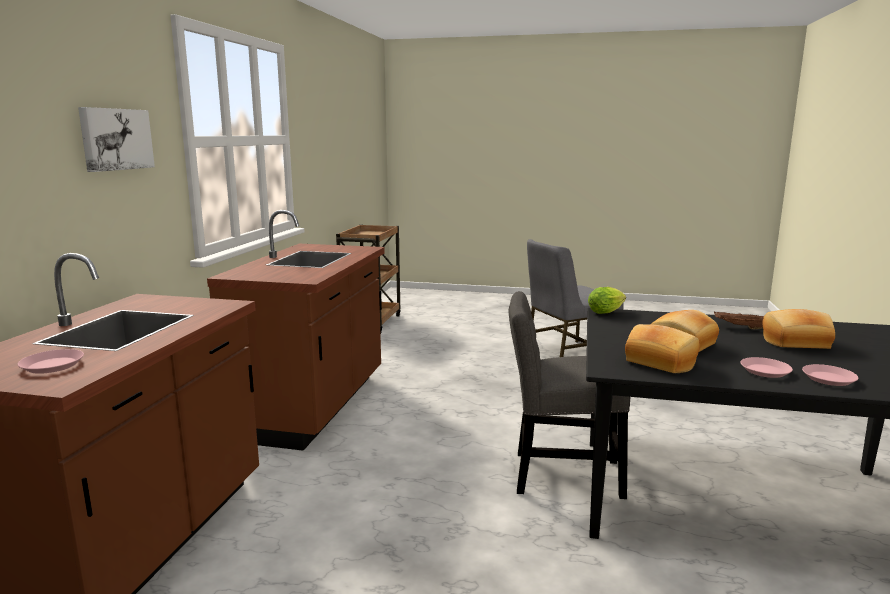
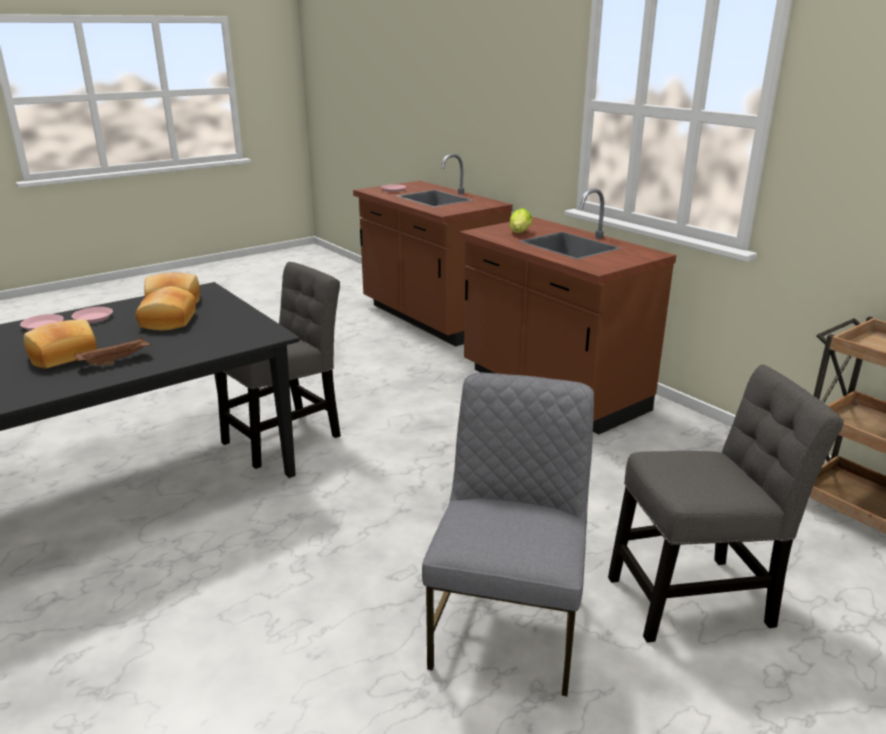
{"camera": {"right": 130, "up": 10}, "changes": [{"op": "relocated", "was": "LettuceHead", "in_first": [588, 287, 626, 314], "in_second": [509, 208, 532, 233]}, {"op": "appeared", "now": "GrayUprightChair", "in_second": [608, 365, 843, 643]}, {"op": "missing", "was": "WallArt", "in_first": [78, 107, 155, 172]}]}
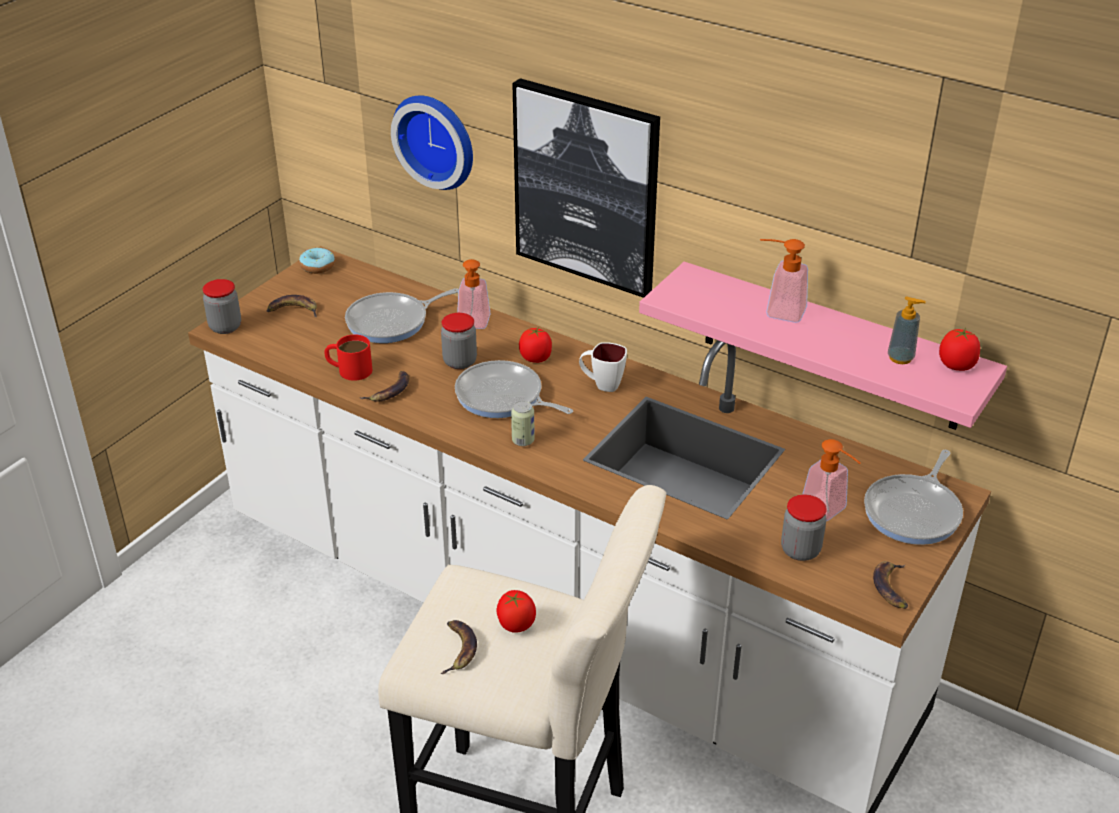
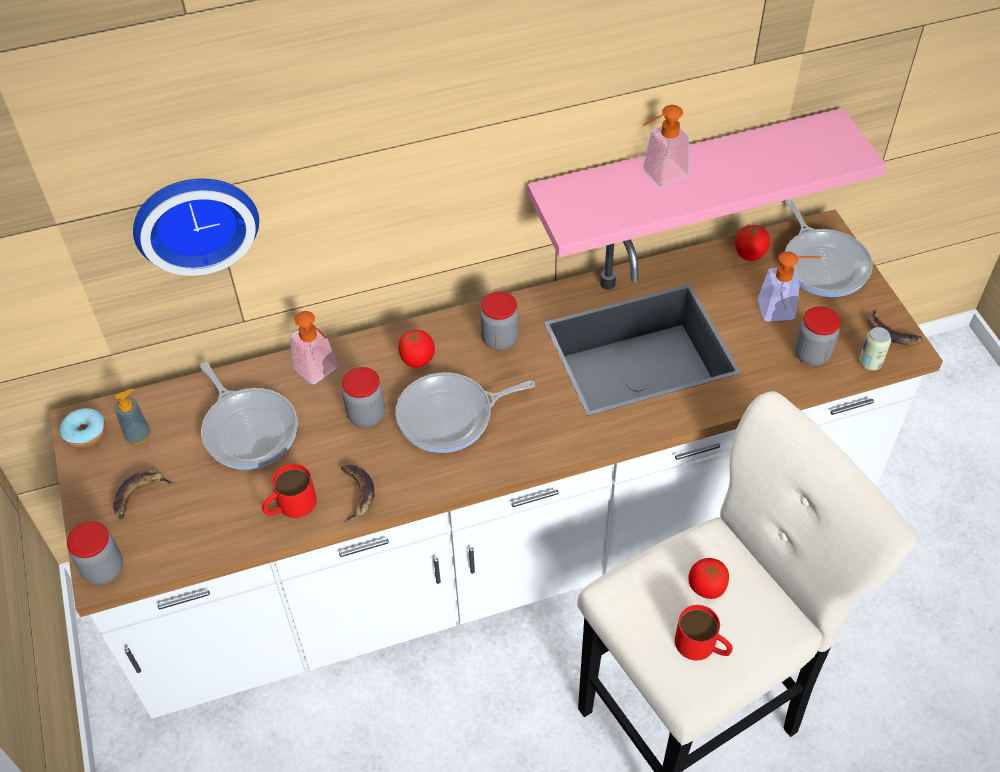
{"camera": {"right": -50, "up": 15}, "changes": [{"op": "relocated", "was": "SoapDispenser", "in_first": [888, 297, 926, 364], "in_second": [115, 389, 150, 444]}, {"op": "spun", "was": "FryingPan", "in_first": [345, 288, 459, 343], "in_second": [200, 362, 298, 470], "clockwise": -45}, {"op": "exchanged", "was": "WhitishTeaMug", "now": "PreserveJar", "in_first": [579, 342, 627, 392], "in_second": [480, 292, 518, 350]}, {"op": "exchanged", "was": "WholeBanana", "now": "RedTeaMug", "in_first": [440, 620, 477, 674], "in_second": [675, 605, 733, 660]}, {"op": "relocated", "was": "Tomato", "in_first": [939, 328, 980, 371], "in_second": [735, 225, 770, 261]}, {"op": "relocated", "was": "Can", "in_first": [511, 401, 535, 446], "in_second": [859, 327, 891, 370]}, {"op": "missing", "was": "WallArt", "in_first": [512, 78, 660, 298]}]}
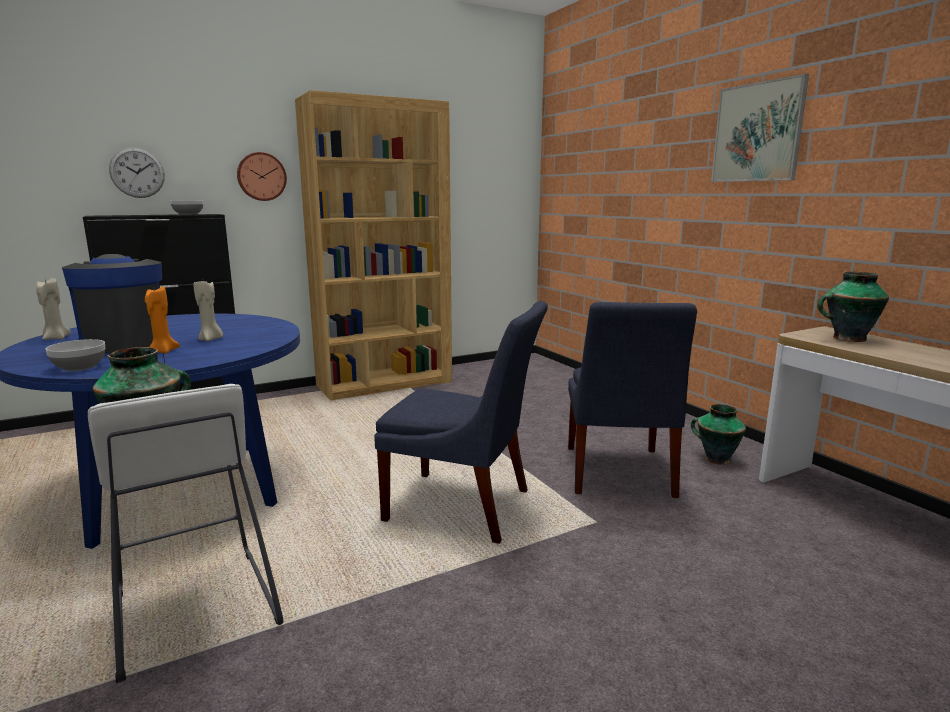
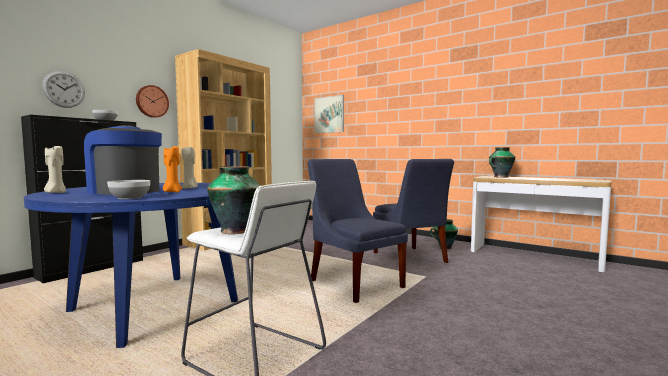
{"camera": {"right": -25, "up": -10}, "changes": [{"op": "spun", "was": "BlueUprightChair", "in_first": [374, 301, 548, 544], "in_second": [307, 159, 408, 303], "clockwise": -120}, {"op": "relocated", "was": "WallArt", "in_first": [711, 74, 809, 182], "in_second": [314, 95, 344, 133]}]}
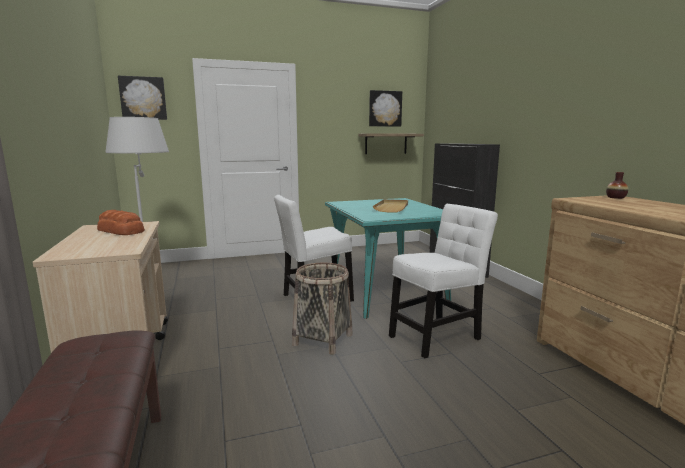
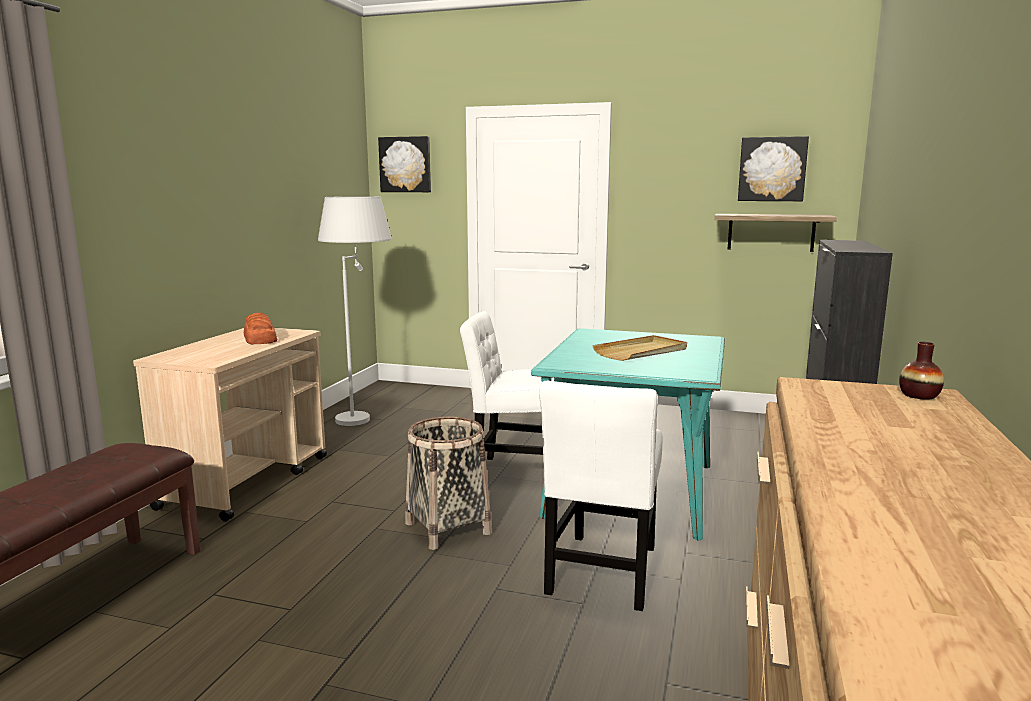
{"camera": {"right": 35, "up": 0}, "changes": [{"op": "spun", "was": "WhitishUprightChair", "in_first": [389, 204, 498, 358], "in_second": [539, 381, 662, 611], "clockwise": 105}]}
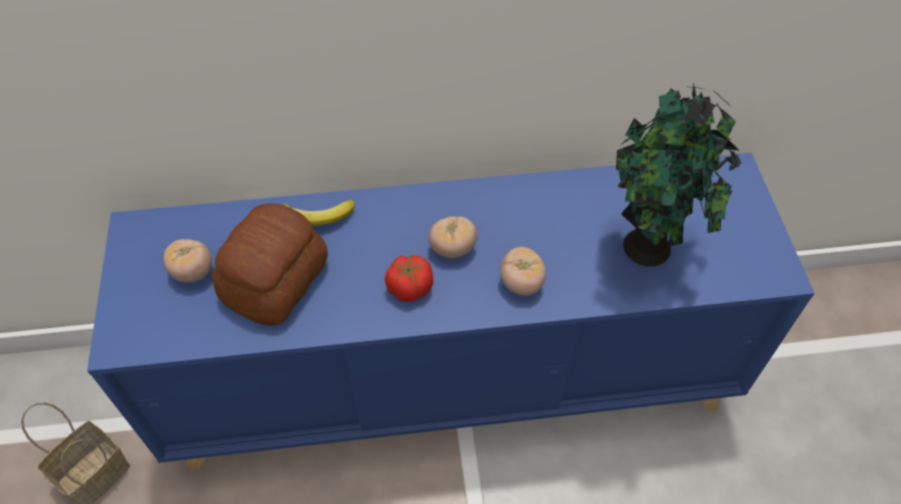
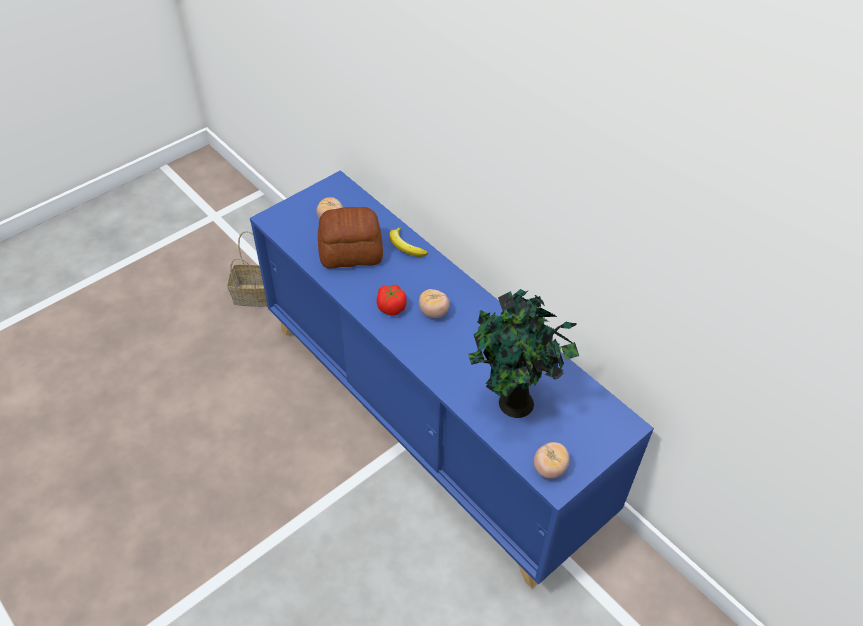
{"camera": {"right": 55, "up": -5}, "changes": [{"op": "relocated", "was": "Tomato", "in_first": [500, 247, 546, 296], "in_second": [534, 442, 569, 478]}]}
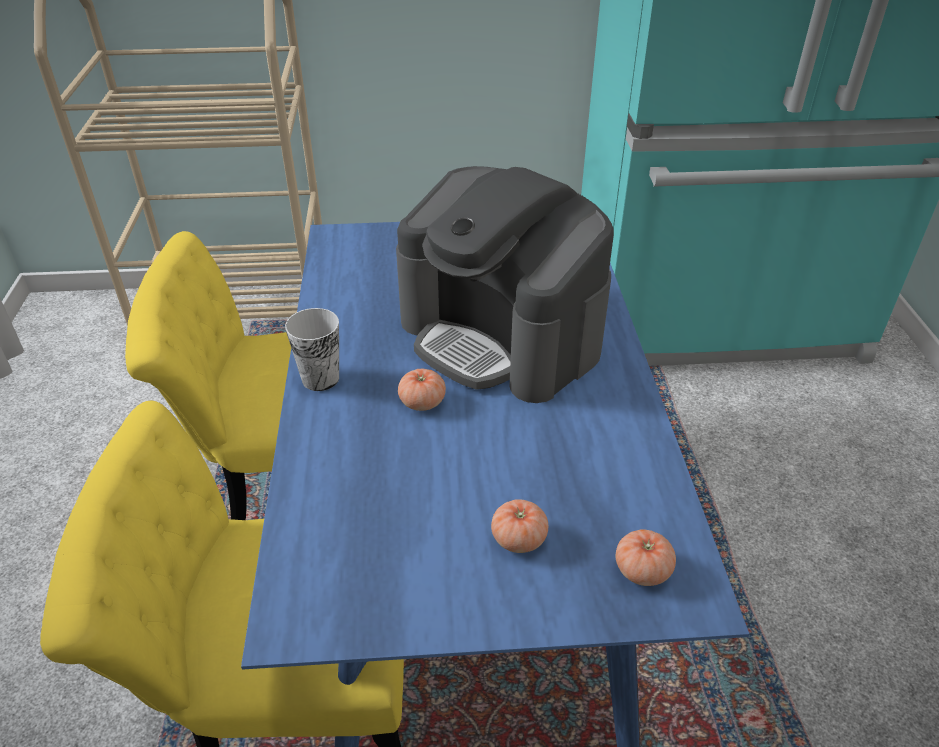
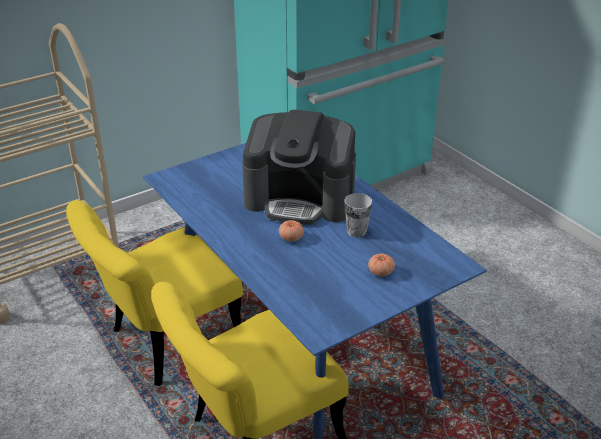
{"camera": {"right": -30, "up": -5}, "changes": [{"op": "relocated", "was": "DrinkingCup", "in_first": [285, 308, 339, 391], "in_second": [344, 193, 372, 237]}, {"op": "missing", "was": "Tomato", "in_first": [616, 529, 676, 586]}]}
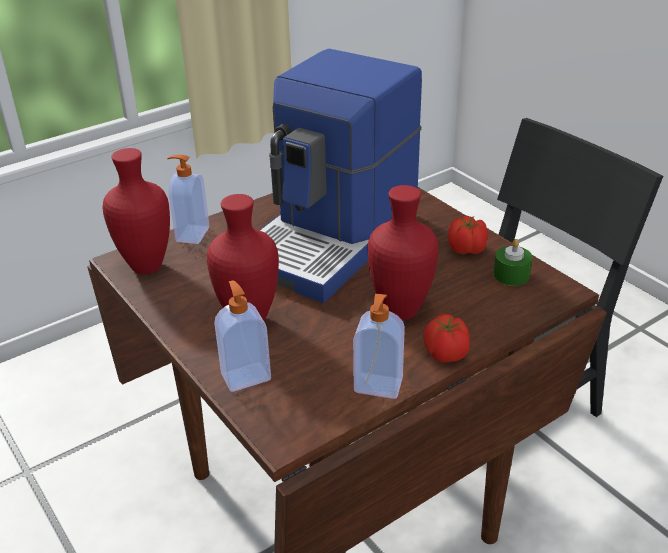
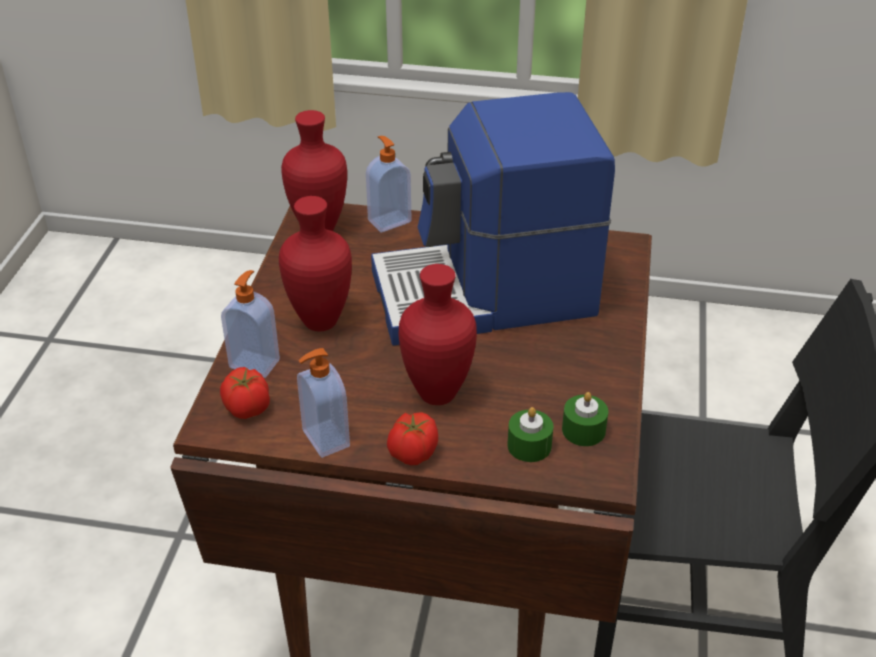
{"camera": {"right": 45, "up": 5}, "changes": [{"op": "relocated", "was": "Tomato", "in_first": [448, 216, 488, 254], "in_second": [220, 367, 270, 419]}, {"op": "appeared", "now": "GreenWaxLight", "in_second": [507, 407, 554, 462]}]}
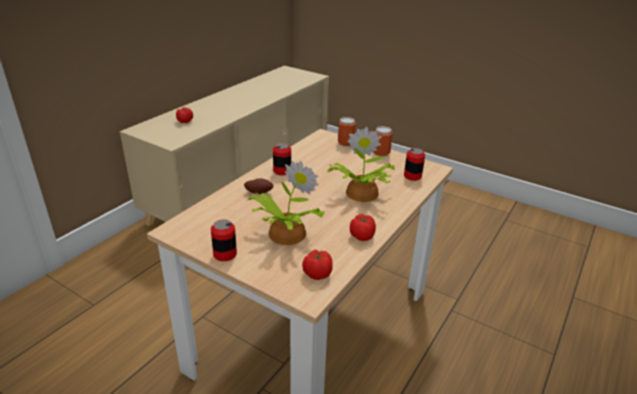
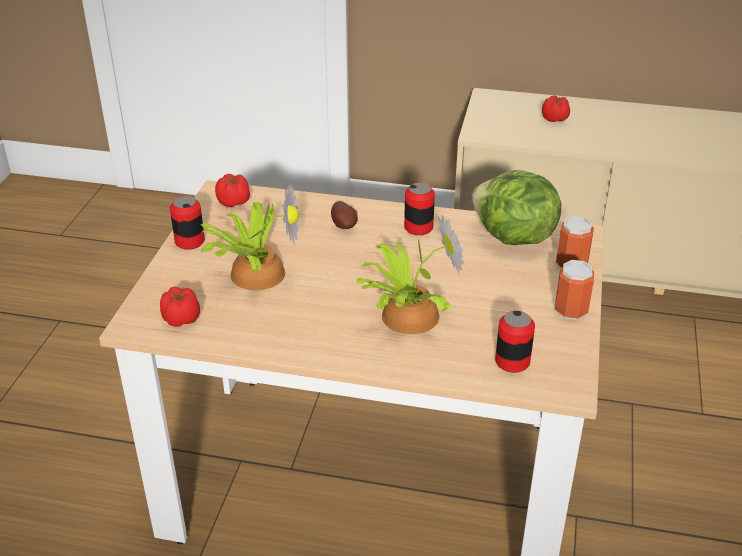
{"camera": {"right": 70, "up": 5}, "changes": [{"op": "relocated", "was": "Tomato", "in_first": [350, 214, 376, 241], "in_second": [215, 174, 250, 207]}, {"op": "appeared", "now": "LettuceHead", "in_second": [472, 170, 561, 245]}]}
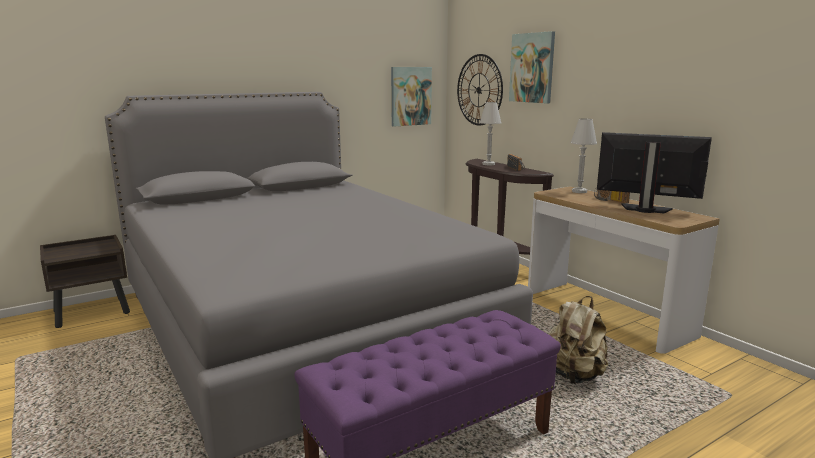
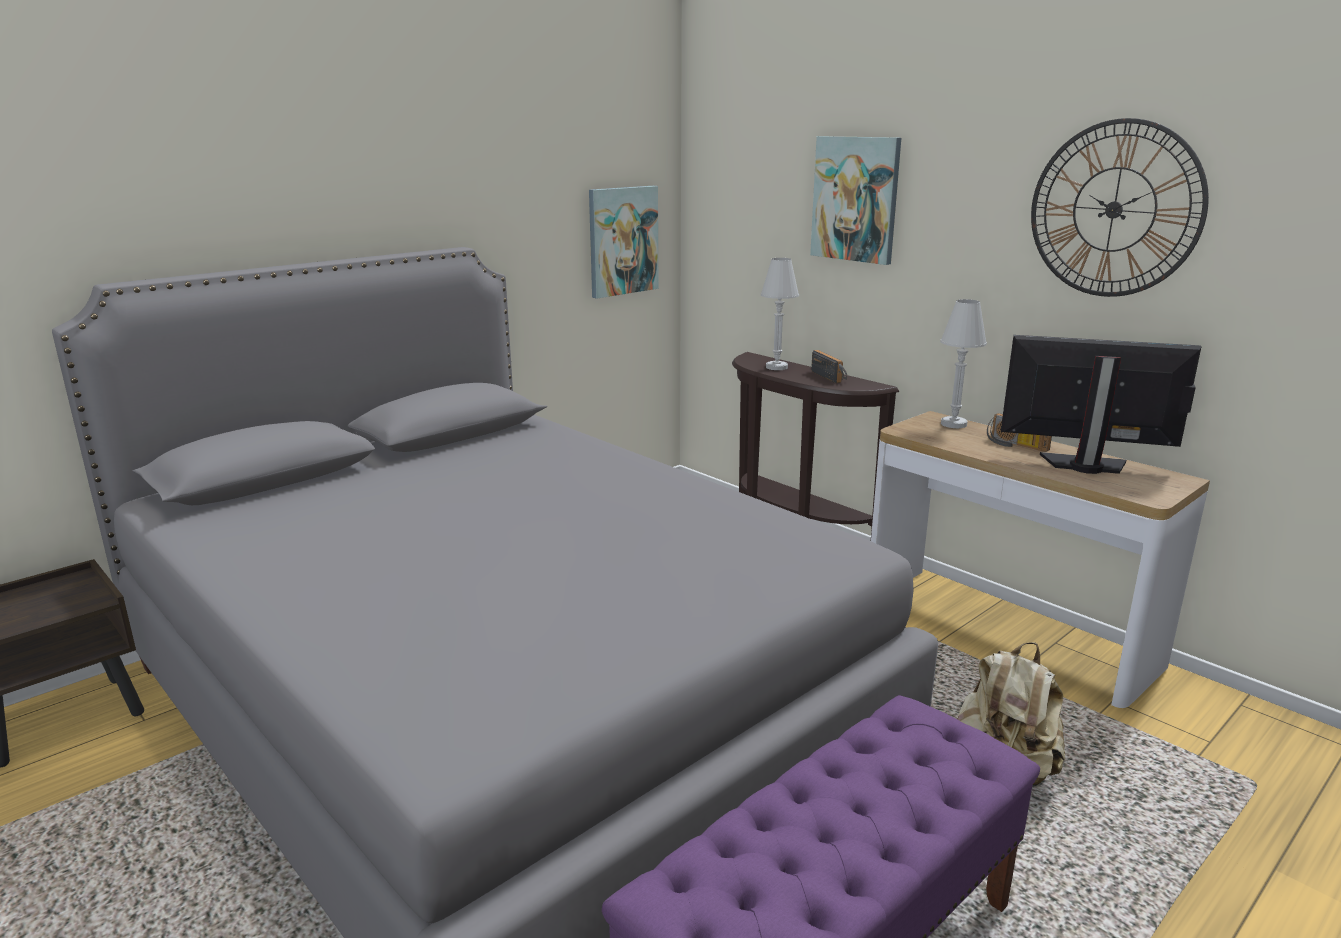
{"camera": {"right": -10, "up": 5}, "changes": [{"op": "relocated", "was": "ClockOnTheWall", "in_first": [457, 54, 503, 126], "in_second": [1031, 118, 1209, 297]}]}
